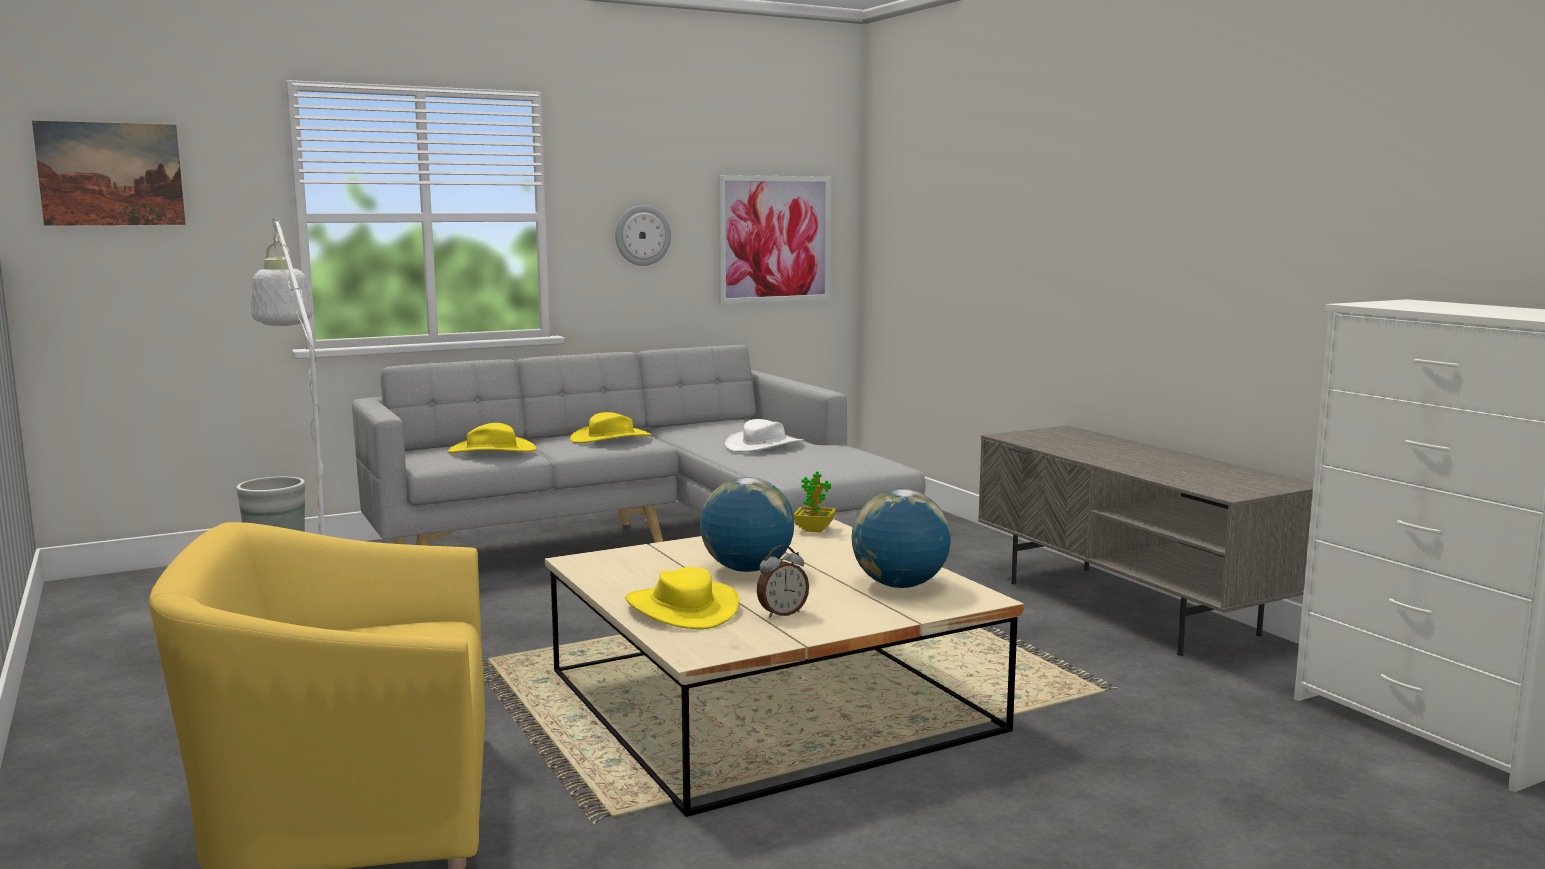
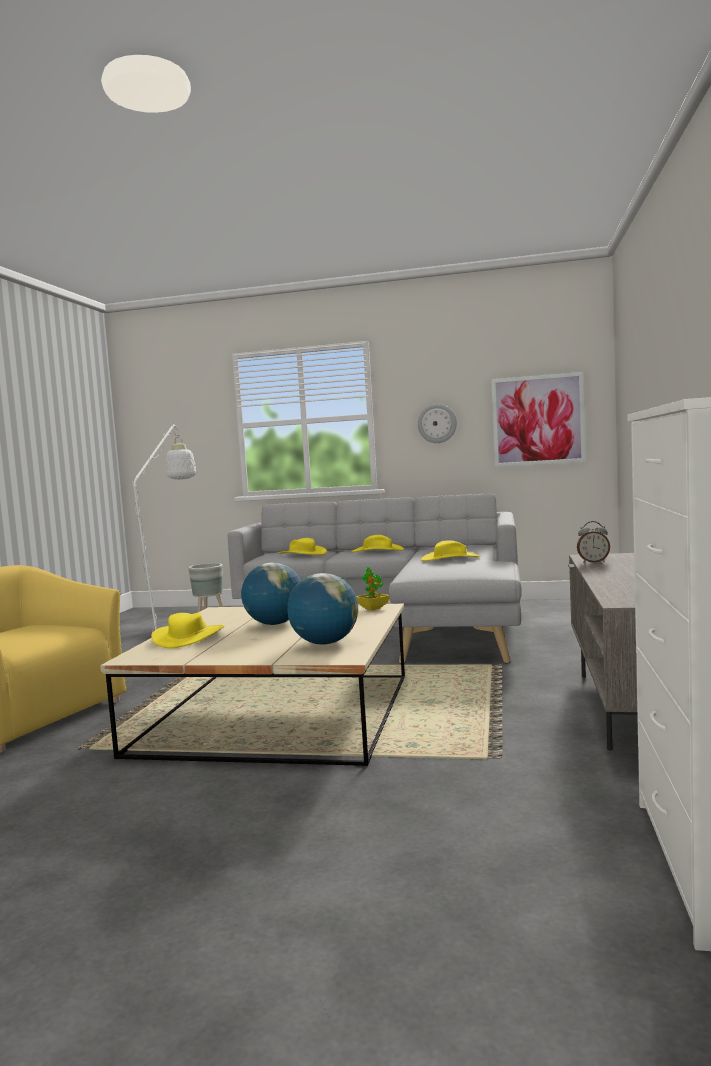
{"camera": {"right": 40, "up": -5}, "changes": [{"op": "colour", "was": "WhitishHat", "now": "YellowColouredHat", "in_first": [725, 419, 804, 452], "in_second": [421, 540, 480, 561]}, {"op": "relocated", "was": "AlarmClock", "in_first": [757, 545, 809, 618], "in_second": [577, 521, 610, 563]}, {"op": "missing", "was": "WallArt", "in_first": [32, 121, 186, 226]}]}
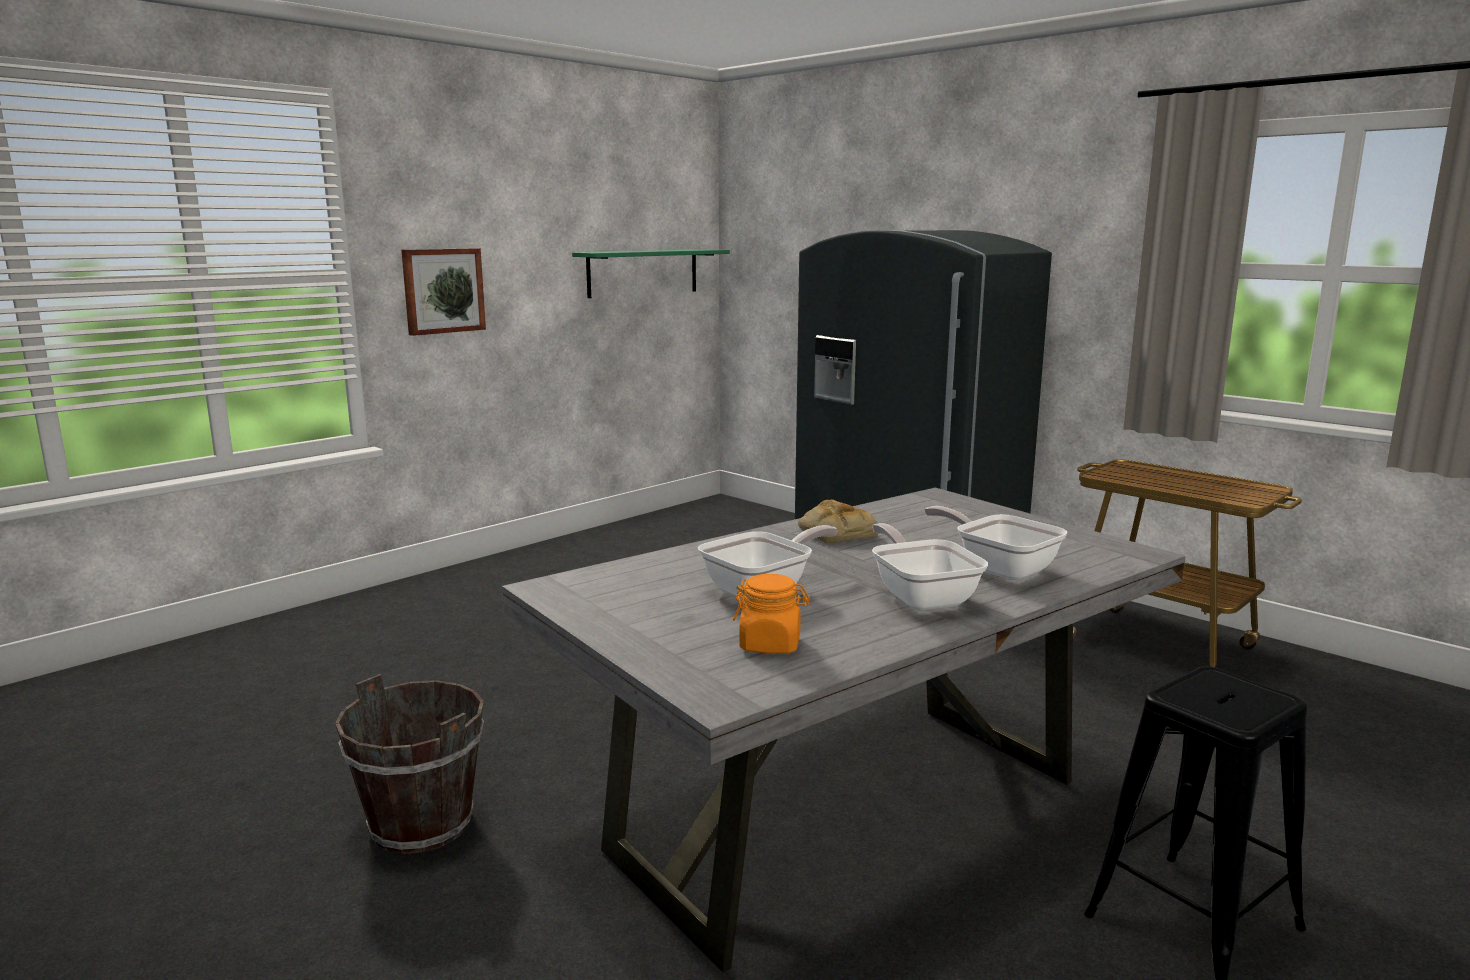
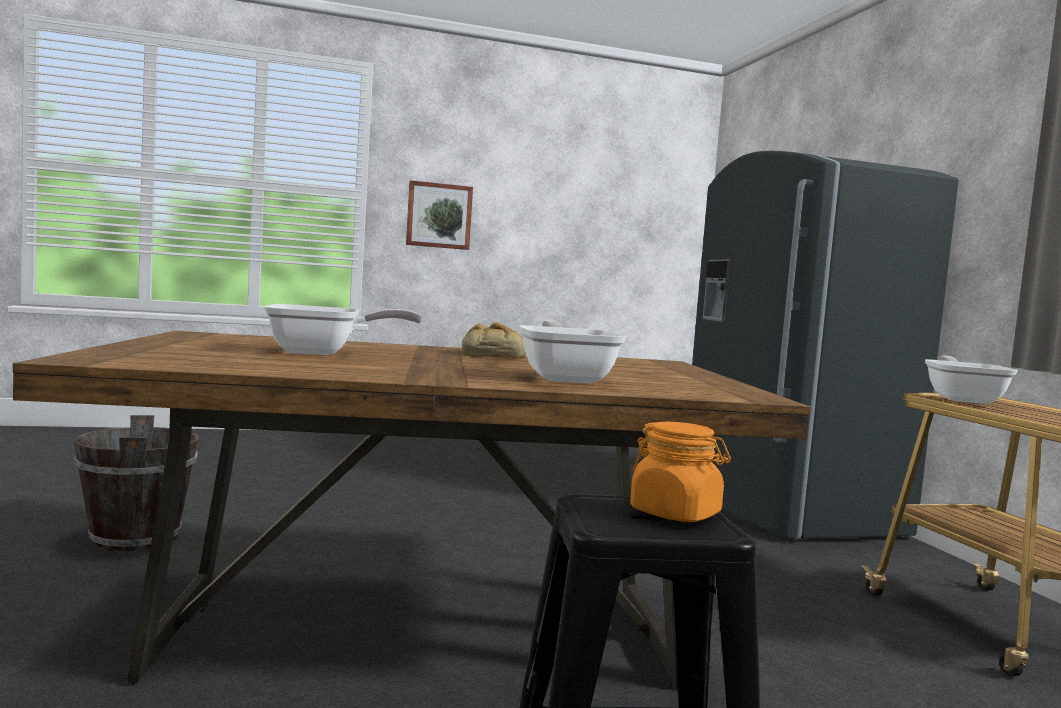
{"camera": {"right": 30, "up": -10}, "changes": [{"op": "colour", "was": "GrayDiningTable", "now": "BrownishDiningTable", "in_first": [502, 487, 1186, 972], "in_second": [13, 331, 811, 689]}, {"op": "relocated", "was": "OrangeColouredPreserveJar", "in_first": [733, 574, 810, 654], "in_second": [630, 422, 731, 522]}, {"op": "relocated", "was": "FryingPan", "in_first": [872, 523, 988, 611], "in_second": [925, 356, 1018, 404]}, {"op": "missing", "was": "GreenBracketShelf", "in_first": [572, 249, 730, 298]}]}
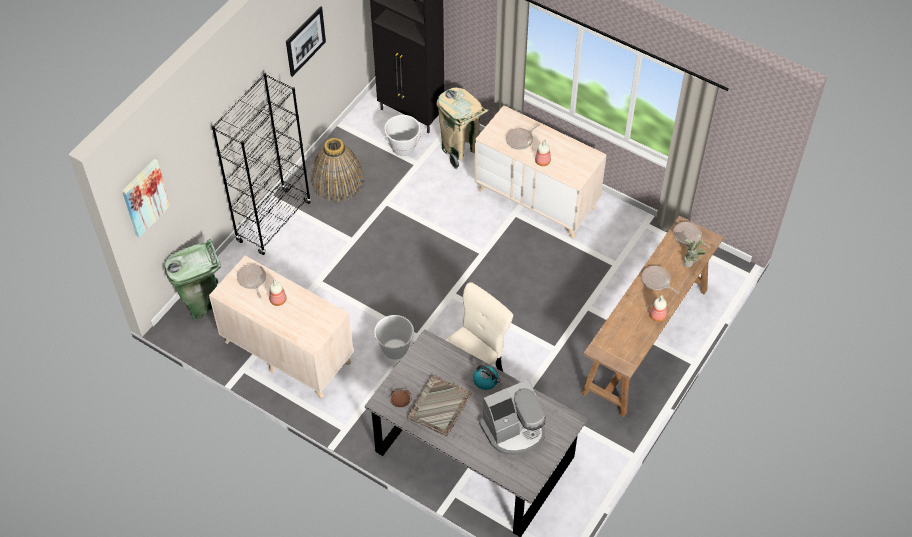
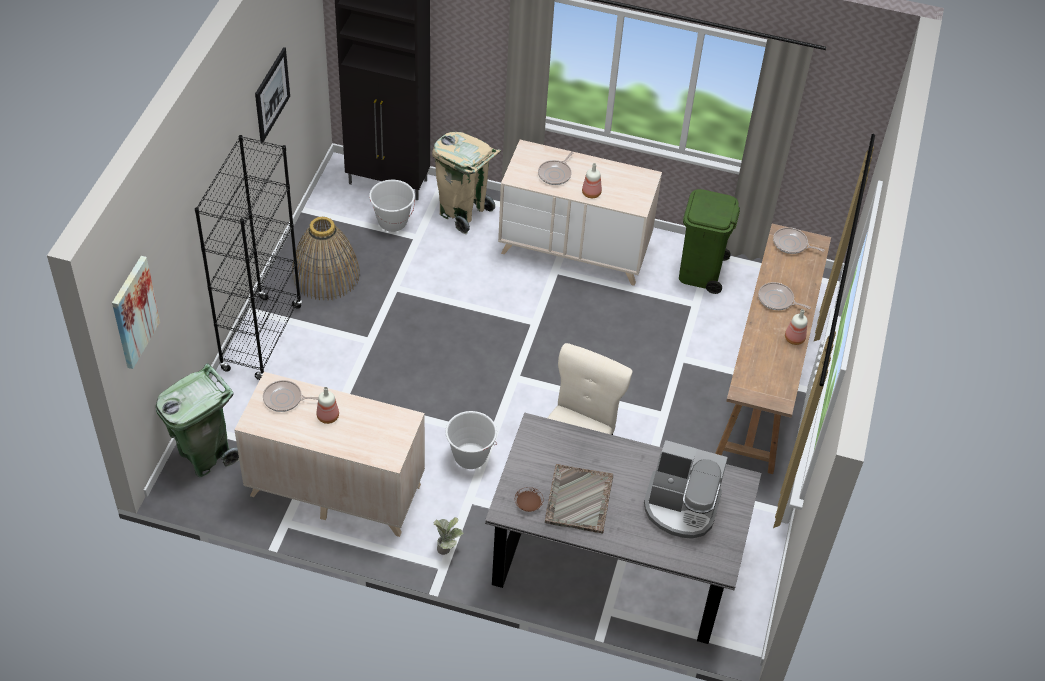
{"camera": {"right": -20, "up": -5}, "changes": [{"op": "spun", "was": "FryingPan", "in_first": [237, 264, 266, 298], "in_second": [263, 380, 318, 412], "clockwise": -45}, {"op": "relocated", "was": "PlantInAPot", "in_first": [683, 239, 706, 267], "in_second": [434, 517, 463, 555]}, {"op": "spun", "was": "CoffeeBrewer", "in_first": [479, 379, 546, 455], "in_second": [644, 440, 728, 539], "clockwise": 60}, {"op": "appeared", "now": "GreenTrashCan", "in_second": [679, 189, 740, 294]}, {"op": "missing", "was": "TeaKettle", "in_first": [473, 365, 500, 390]}]}
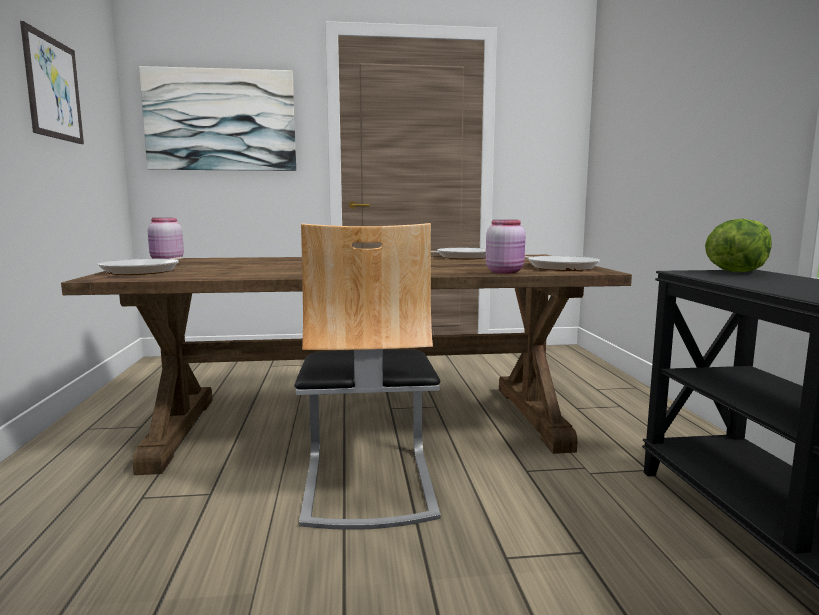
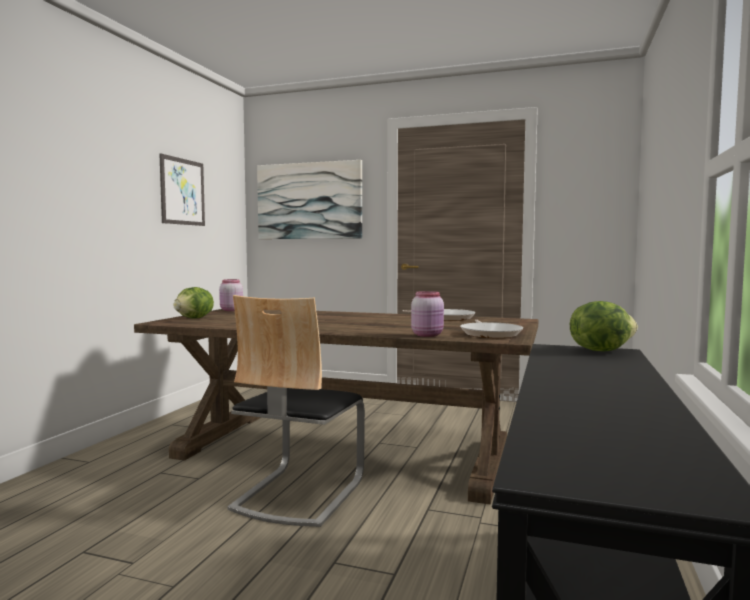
{"camera": {"right": 25, "up": -5}, "changes": [{"op": "exchanged", "was": "FryingPan", "now": "LettuceHead", "in_first": [98, 257, 183, 275], "in_second": [173, 287, 214, 318]}]}
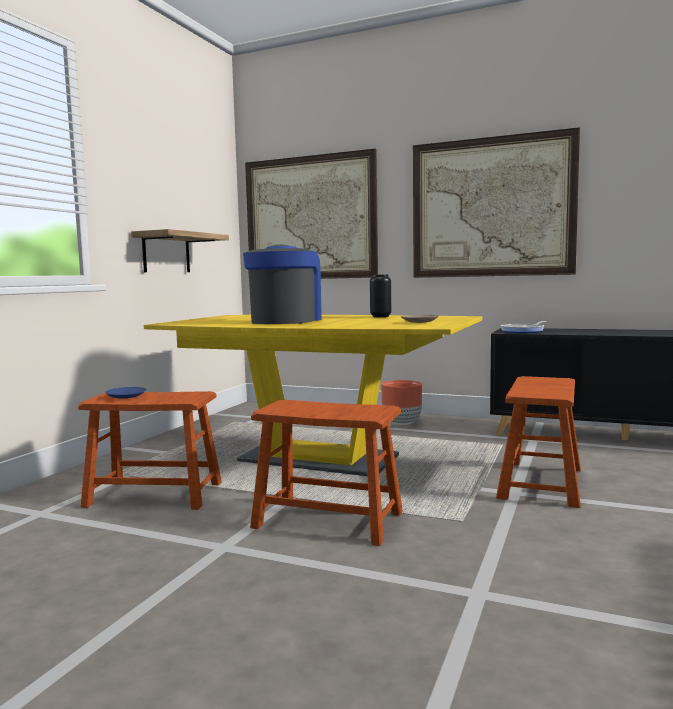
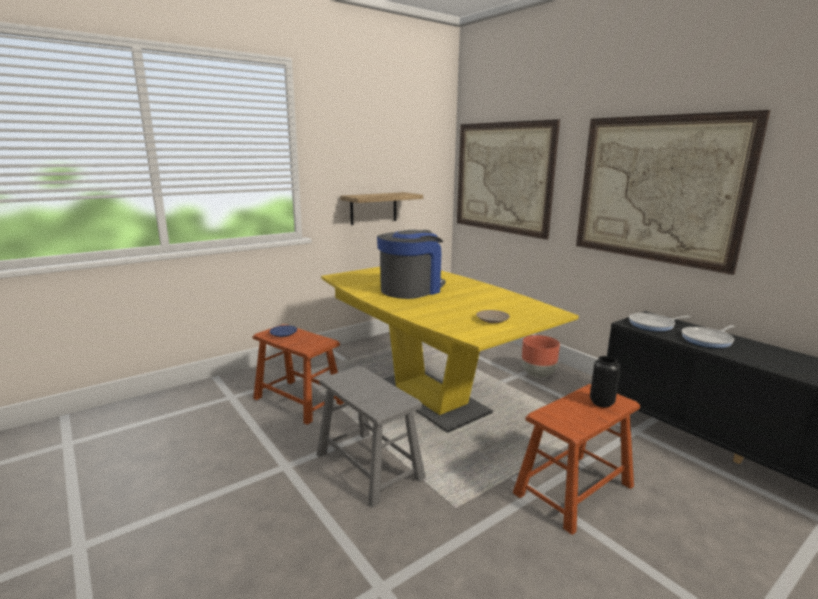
{"camera": {"right": 30, "up": 10}, "changes": [{"op": "colour", "was": "BrownishSittingStool", "now": "GraySittingStool", "in_first": [250, 400, 403, 546], "in_second": [316, 366, 426, 508]}, {"op": "relocated", "was": "BlackColouredDecorativeVase", "in_first": [370, 274, 391, 317], "in_second": [590, 356, 621, 407]}, {"op": "appeared", "now": "FryingPan", "in_second": [682, 325, 735, 348]}]}
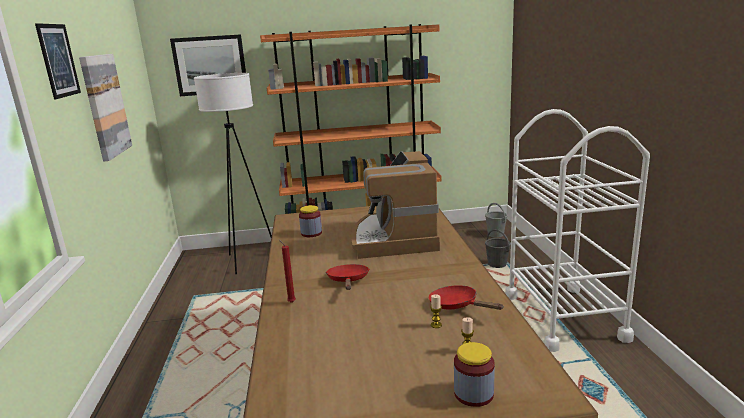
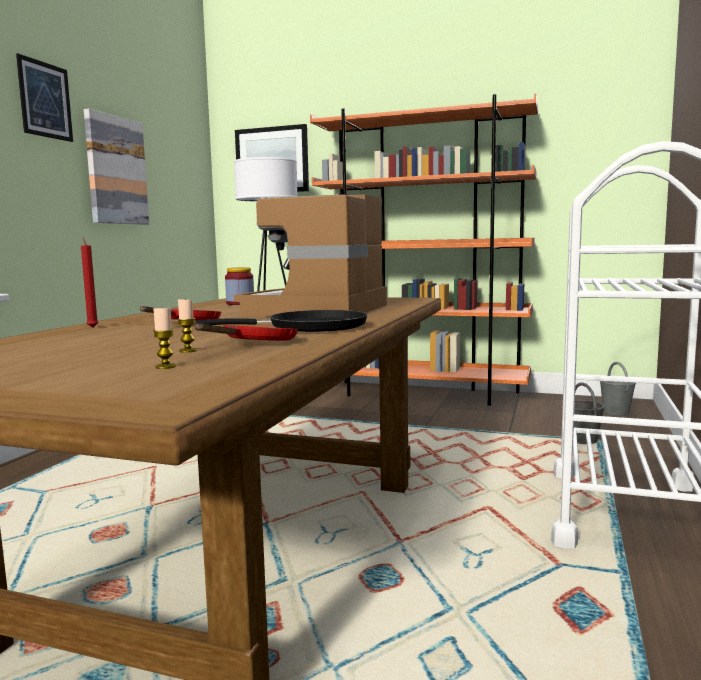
{"camera": {"right": 25, "up": -10}, "changes": [{"op": "spun", "was": "RedFryingPan", "in_first": [429, 285, 503, 310], "in_second": [194, 323, 298, 341], "clockwise": 45}, {"op": "appeared", "now": "BlackColouredFryingPan", "in_second": [195, 310, 368, 332]}, {"op": "missing", "was": "PreserveJar", "in_first": [454, 342, 495, 407]}]}
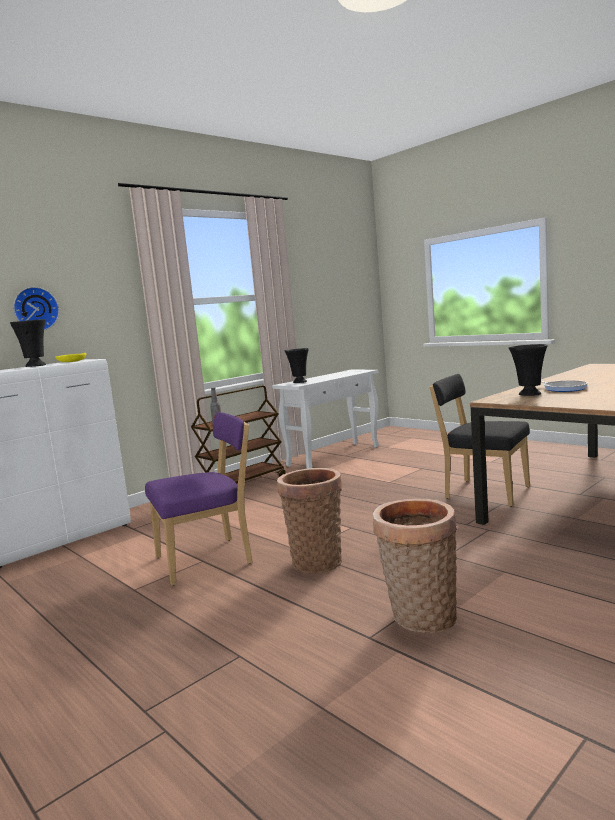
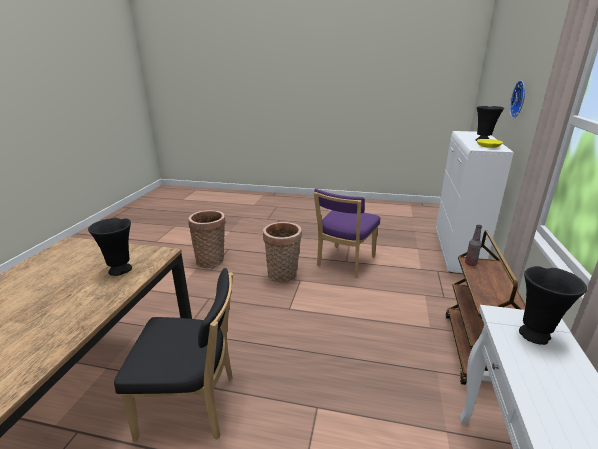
{"camera": {"right": 145, "up": 15}, "changes": [{"op": "missing", "was": "FryingPan", "in_first": [541, 380, 588, 392]}]}
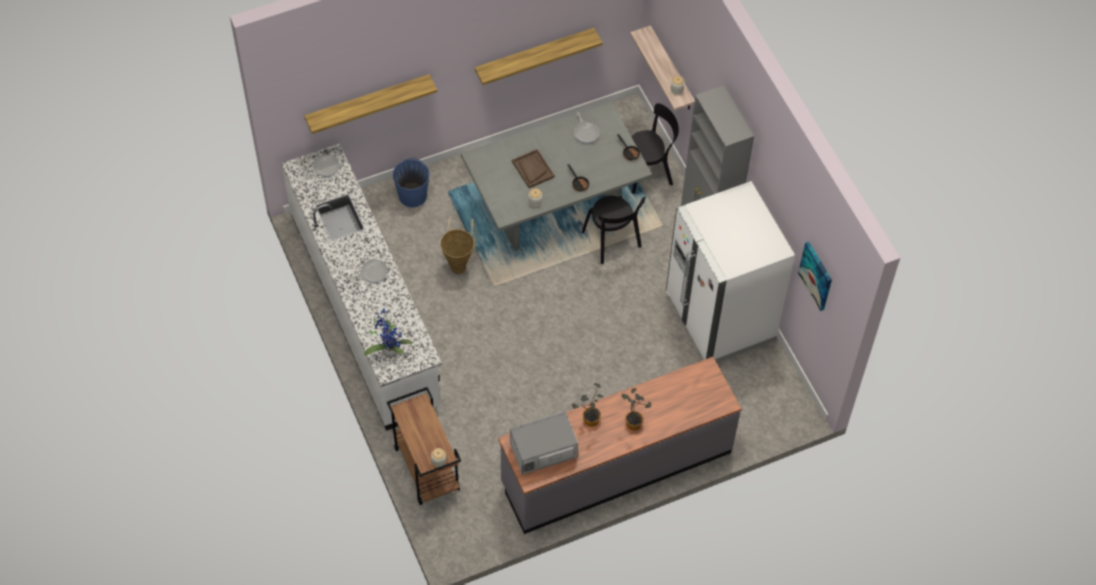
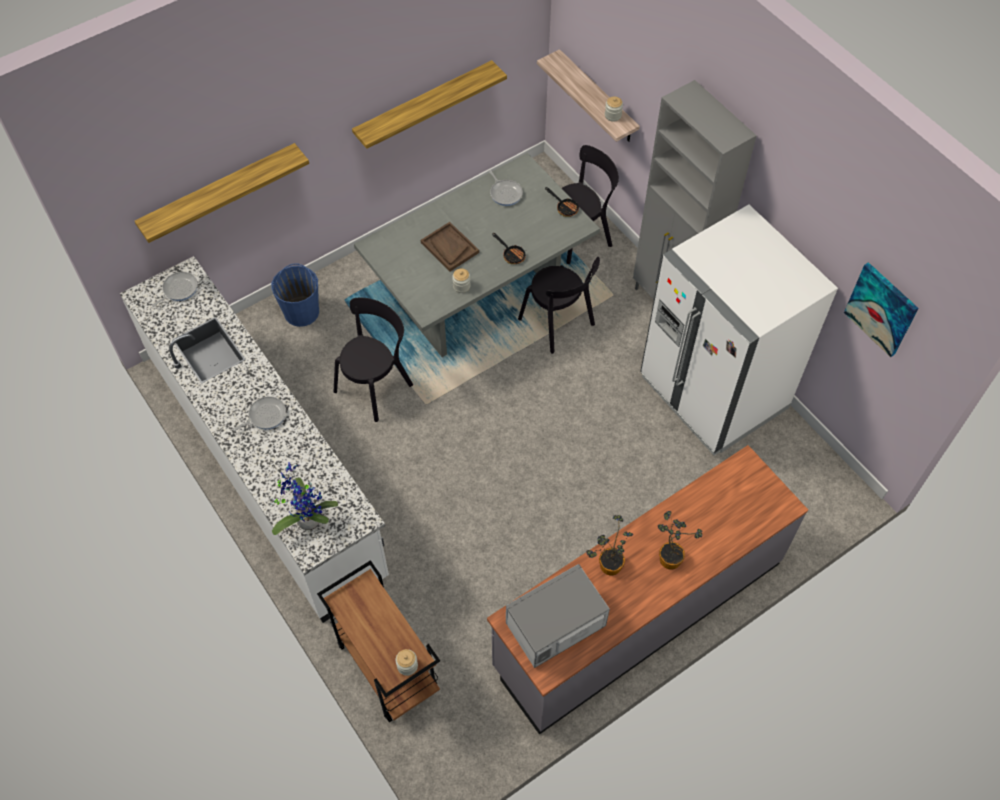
{"camera": {"right": -10, "up": 0}, "changes": [{"op": "exchanged", "was": "StorageBasket", "now": "BlackColouredUprightChair", "in_first": [440, 216, 476, 274], "in_second": [334, 298, 413, 422]}]}
